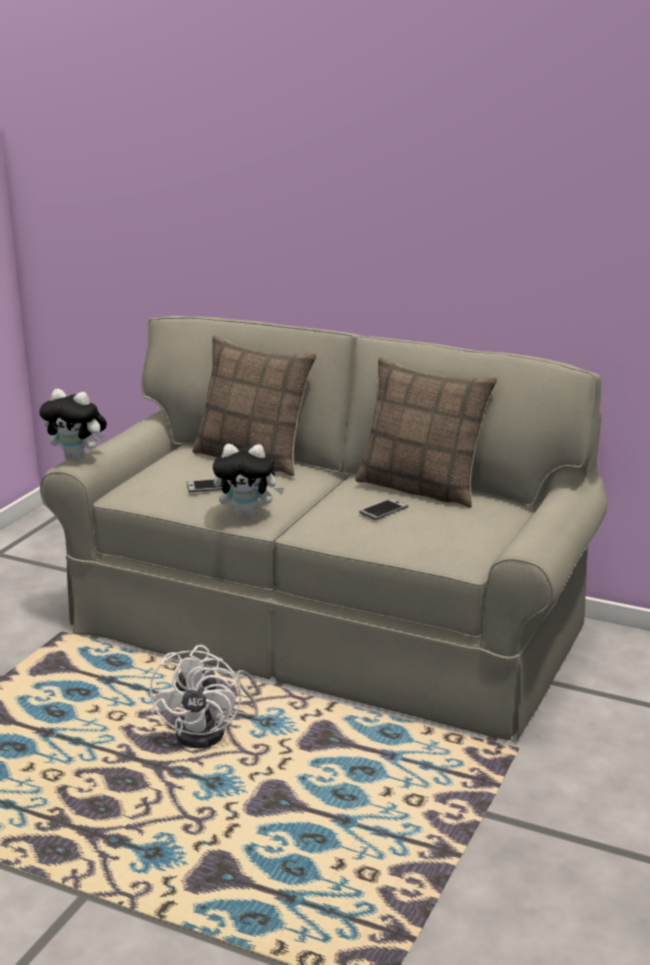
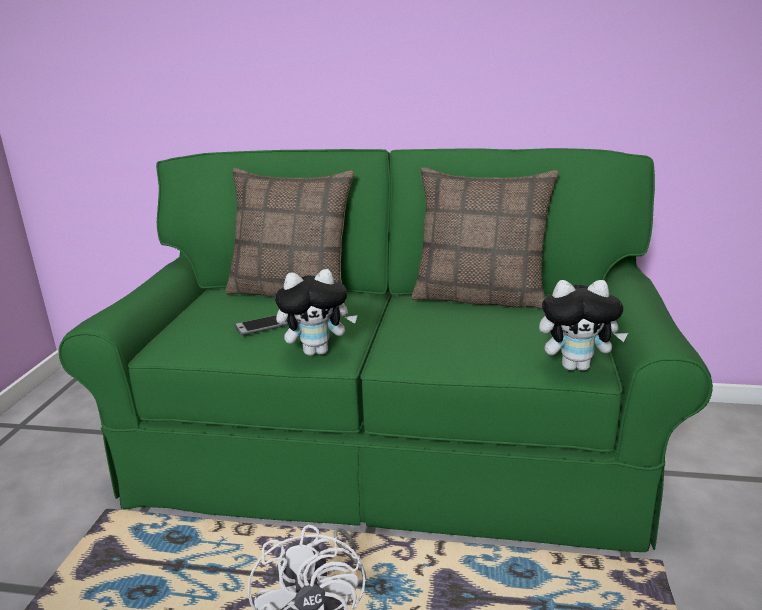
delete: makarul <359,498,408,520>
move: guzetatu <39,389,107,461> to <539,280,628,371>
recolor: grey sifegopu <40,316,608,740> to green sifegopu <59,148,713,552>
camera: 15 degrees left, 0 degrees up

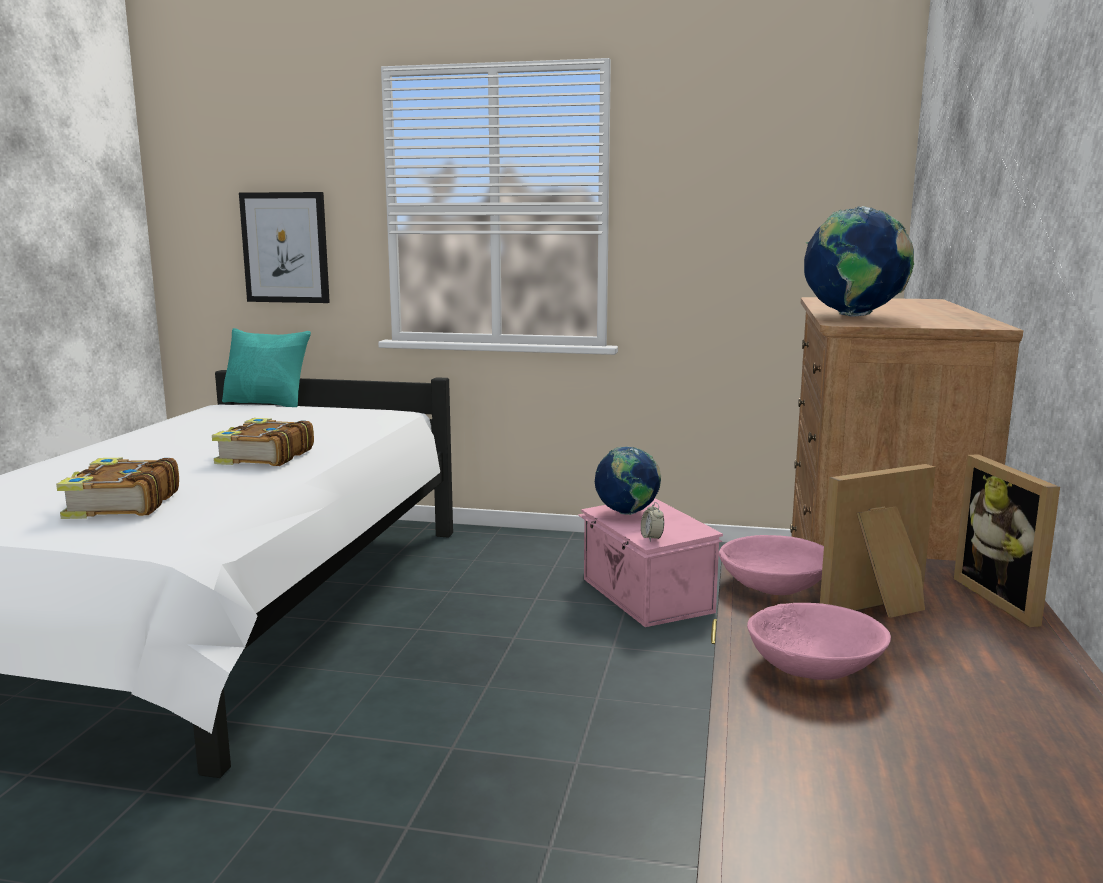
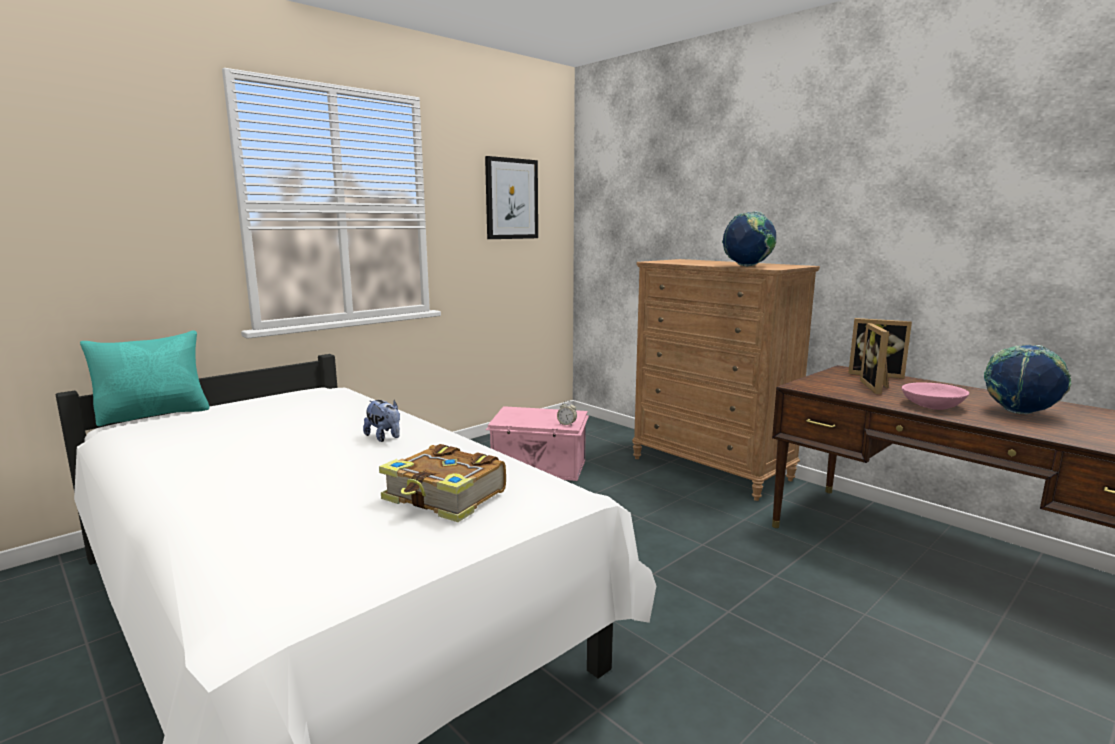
delete: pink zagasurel <718,535,824,595>
move: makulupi <239,192,330,303> to <485,156,538,239>; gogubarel <595,446,661,515> to <984,344,1071,415>
replace: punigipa <212,418,314,466> to guzetatu <363,400,400,442>
camera: 55 degrees left, 0 degrees up

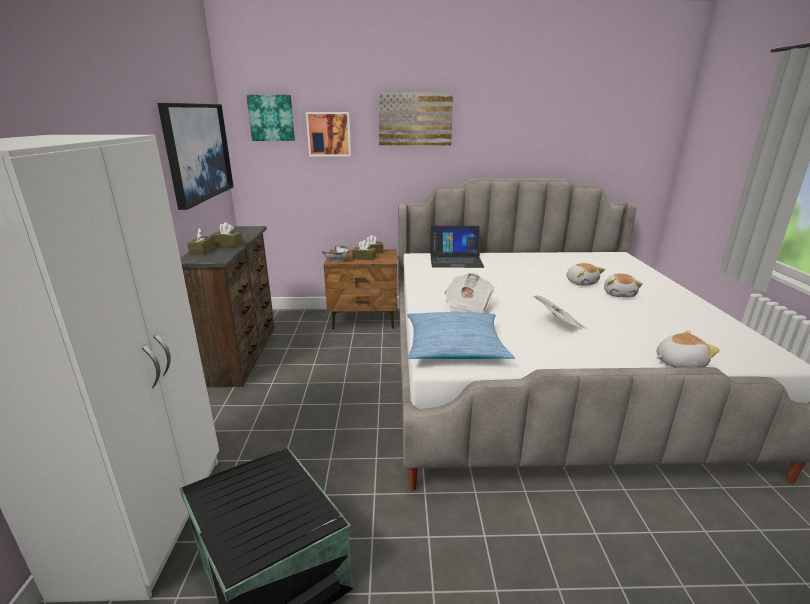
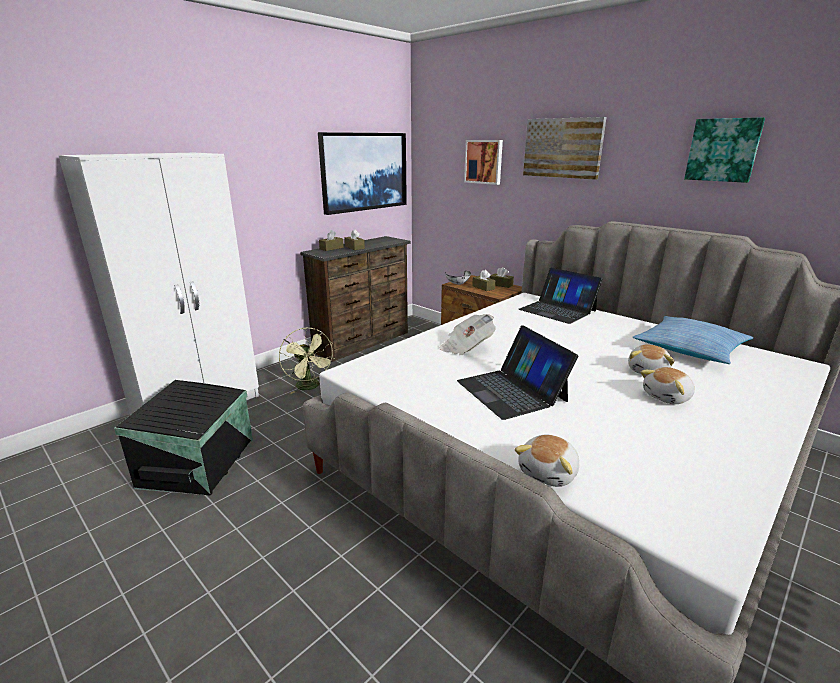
insert: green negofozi <279,328,335,394>
move: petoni <407,312,515,359> to <632,316,753,364>; makulupi <246,95,295,141> to <684,117,765,183>
replace: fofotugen <533,295,588,329> to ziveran <457,325,578,420>
rotate: guzetatu <656,330,720,367> = <514,435,579,487> 90 degrees clockwise
camera: 45 degrees right, 0 degrees up

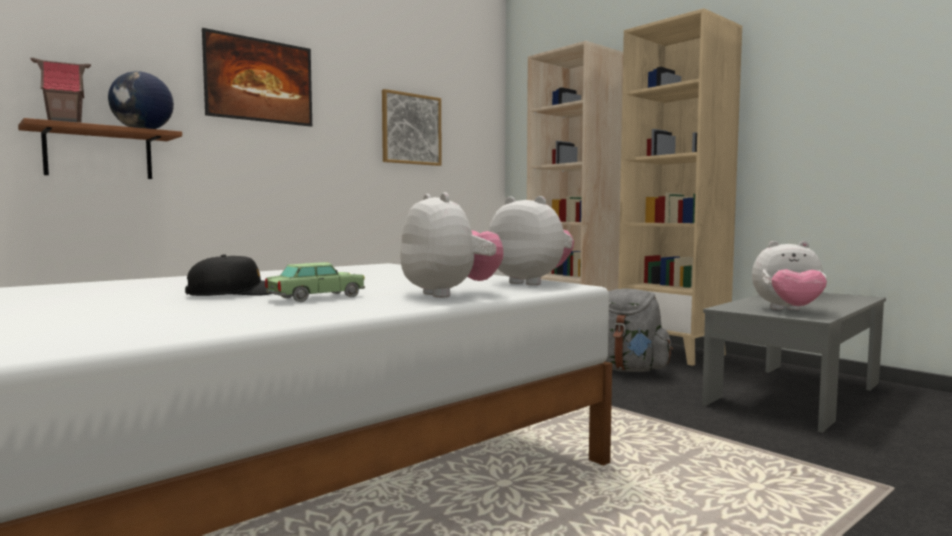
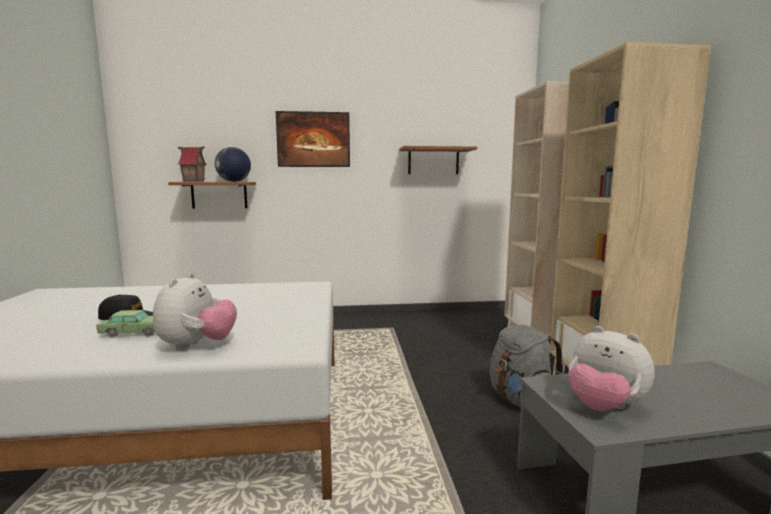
delete: guzetatu <488,196,574,285>
replace: makulupi <382,89,442,166> to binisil <399,146,477,174>
camera: 35 degrees right, 5 degrees up

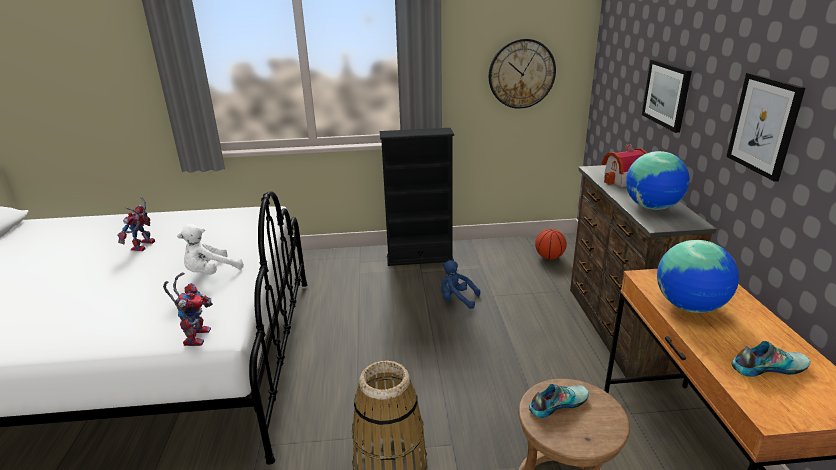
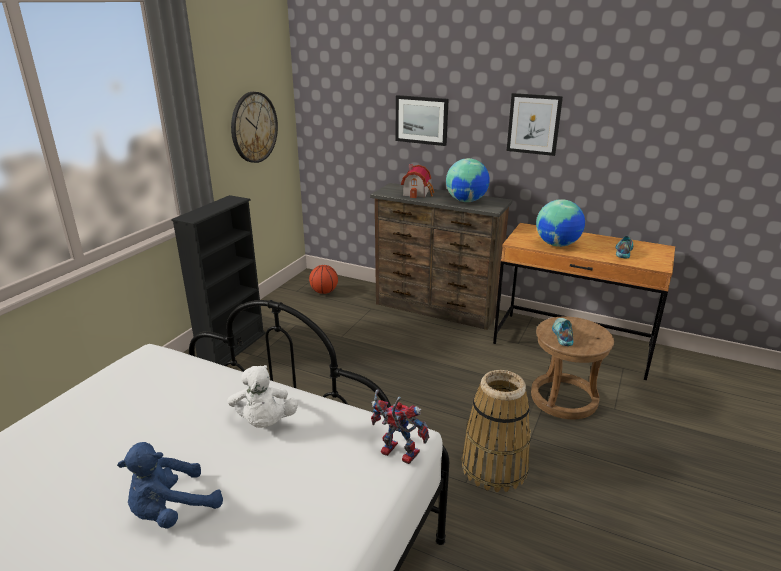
delete: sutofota <117,197,155,251>
move: blue guzetatu <441,260,480,309> to <117,442,223,529>
camera: 60 degrees left, 0 degrees up

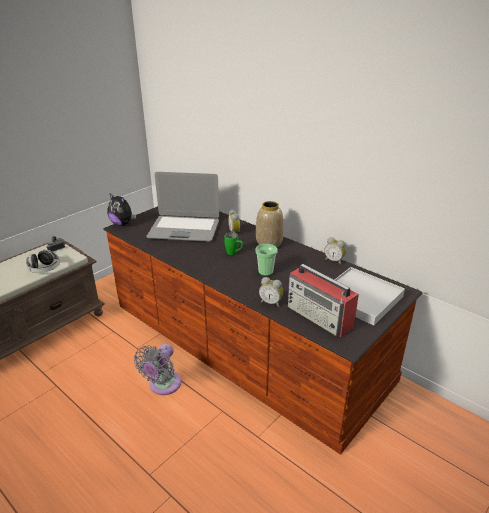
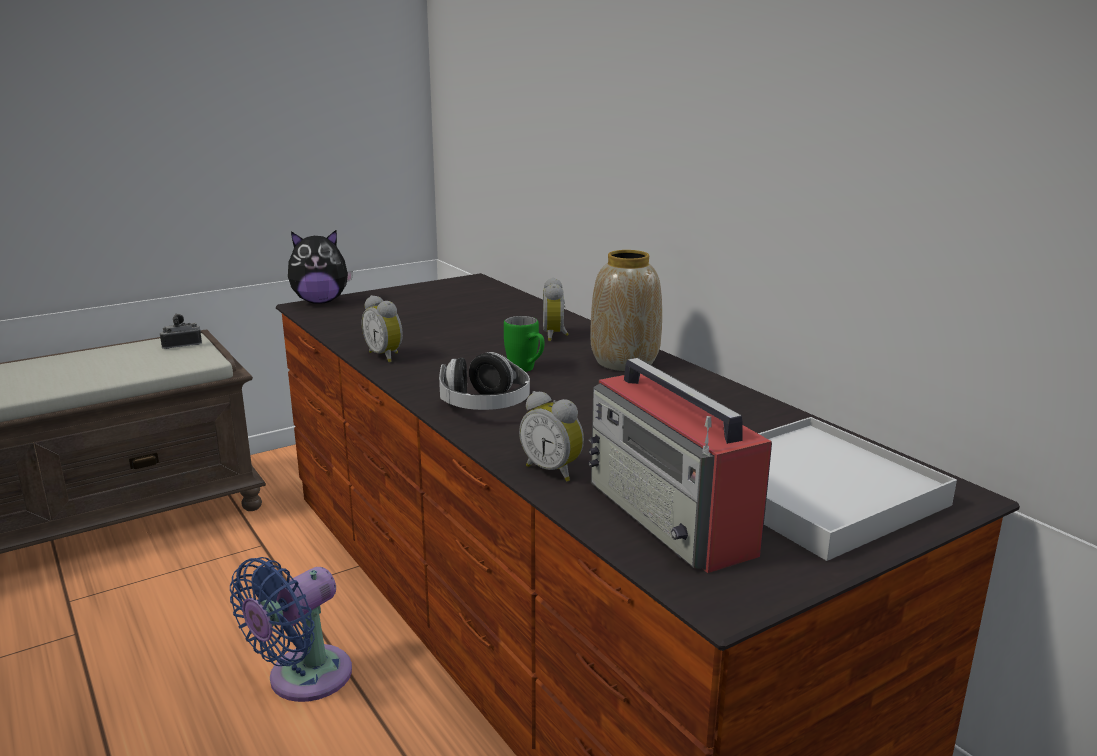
delete: ziveran <146,172,219,242>; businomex <255,244,278,276>
move: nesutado <324,237,346,265> to <362,295,403,362>; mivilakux <26,250,60,273> to <439,352,530,410>
recolor: grey negofozi <134,343,181,395> to blue negofozi <230,557,352,702>
rotate: guzetatu <107,194,136,226> = <288,230,353,304> 60 degrees counterclockwise
camera: 15 degrees right, 10 degrees down

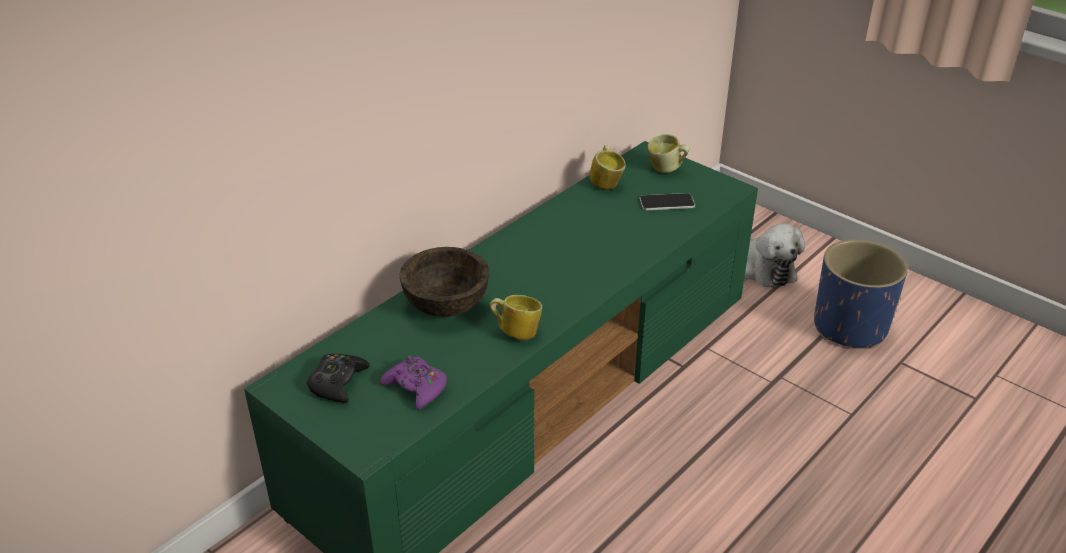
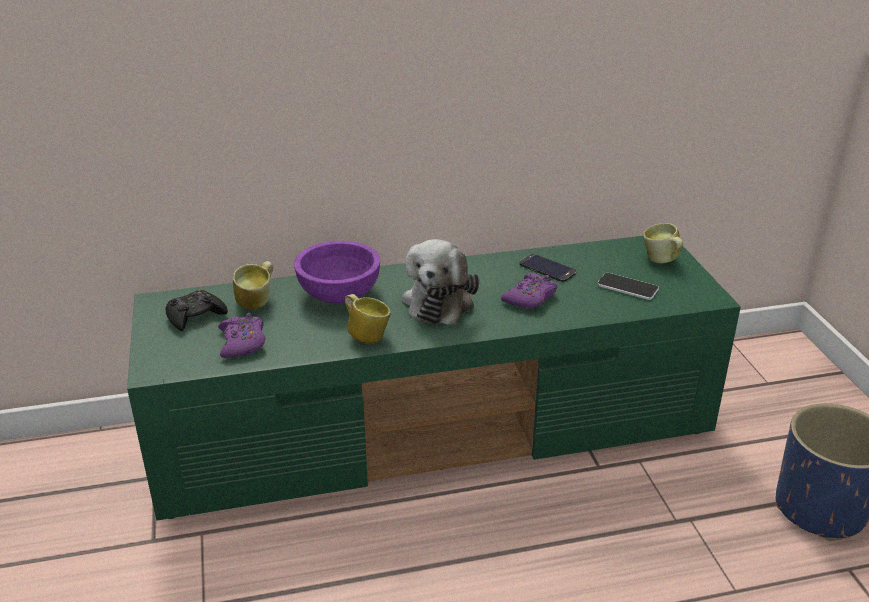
insert: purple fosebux <501,273,558,309>; makarul <519,254,576,282>
move: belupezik <589,145,626,190> to <233,261,273,309>; guzetatu <744,223,805,288> to <402,239,479,325>
recolor: brown zagasurel <400,247,489,317> to purple zagasurel <294,241,380,303>
camera: 35 degrees right, 5 degrees down

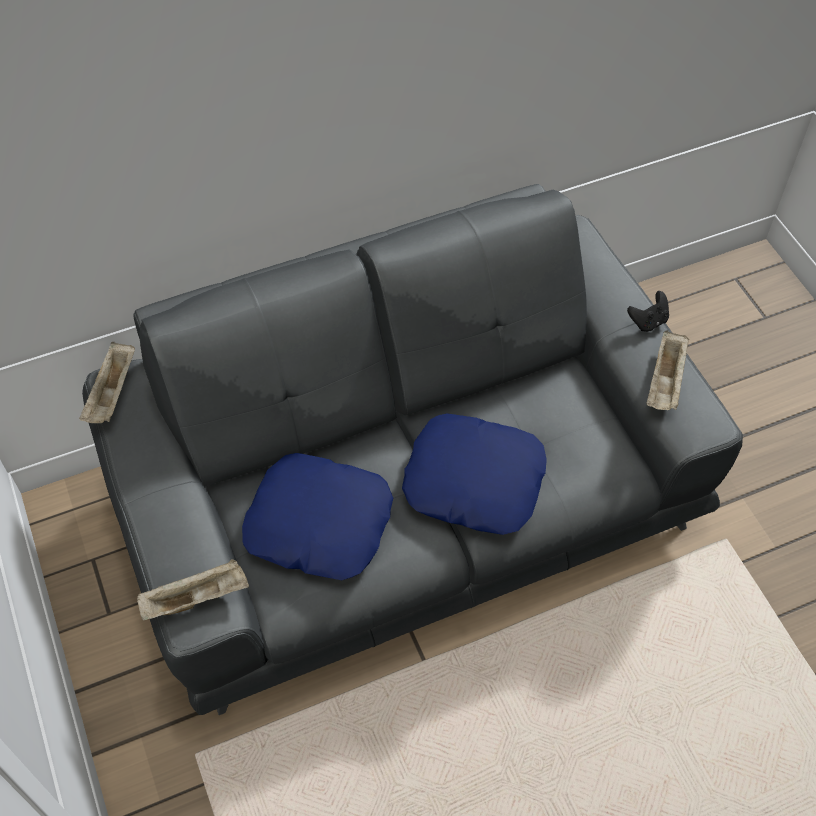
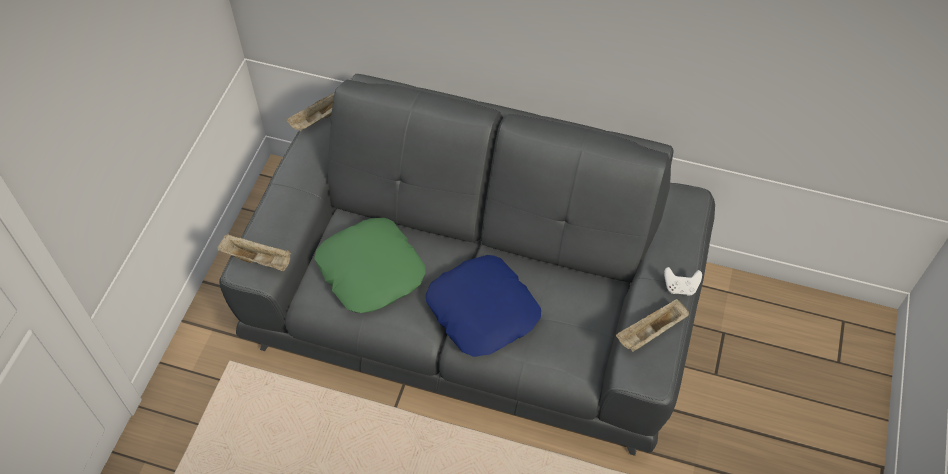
recolor: blue petoni <242,453,393,580> to green petoni <314,218,426,313>; black fosebux <627,291,669,332> to white fosebux <664,267,702,296>
camera: 40 degrees right, 0 degrees up

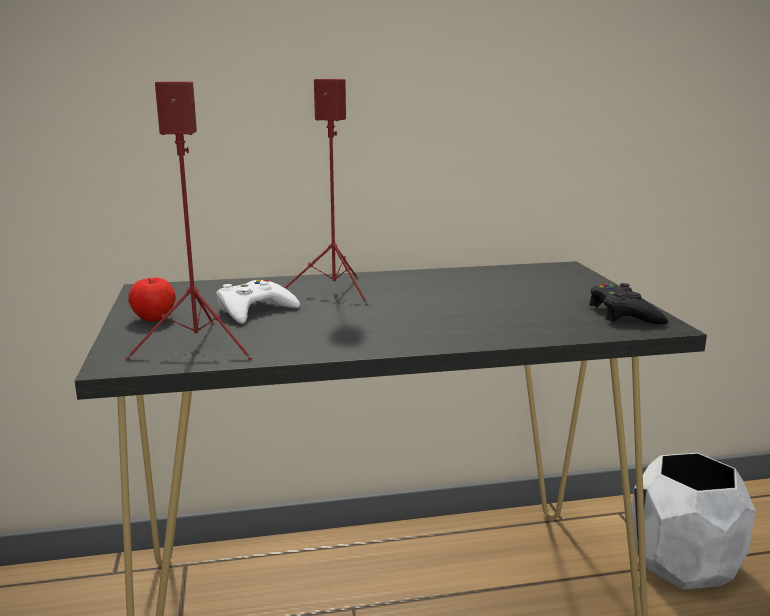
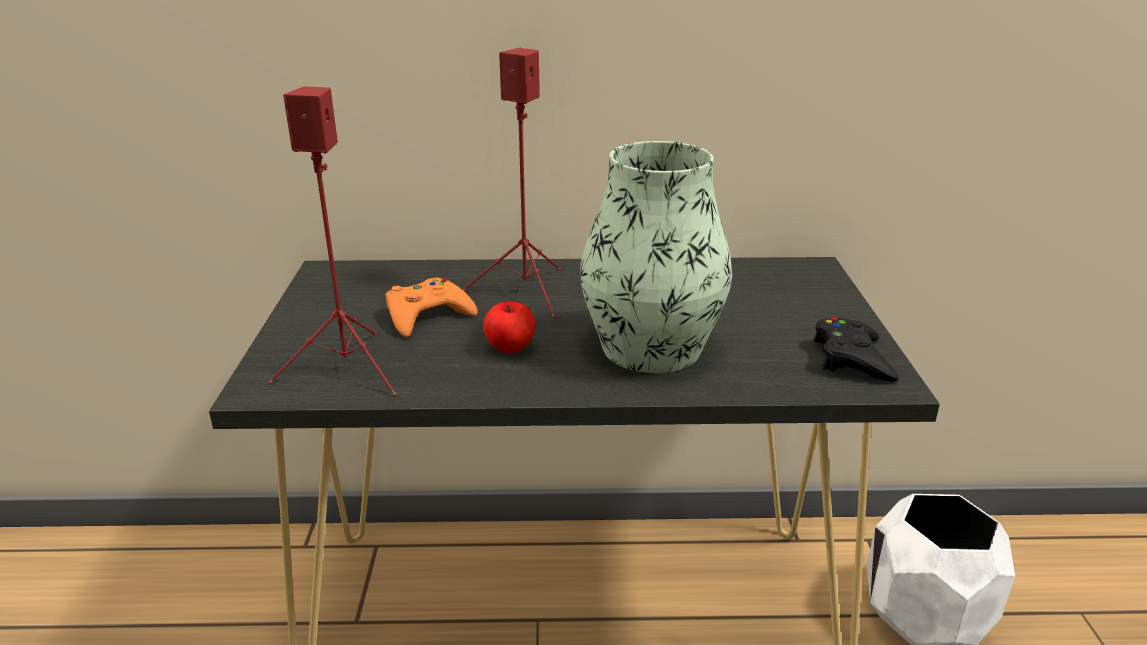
insert: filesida <580,141,732,373>
move: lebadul <128,277,176,322> to <483,302,536,353>
recolor: white fosebux <217,280,300,324> to orange fosebux <385,278,478,338>
camera: 10 degrees right, 10 degrees up

